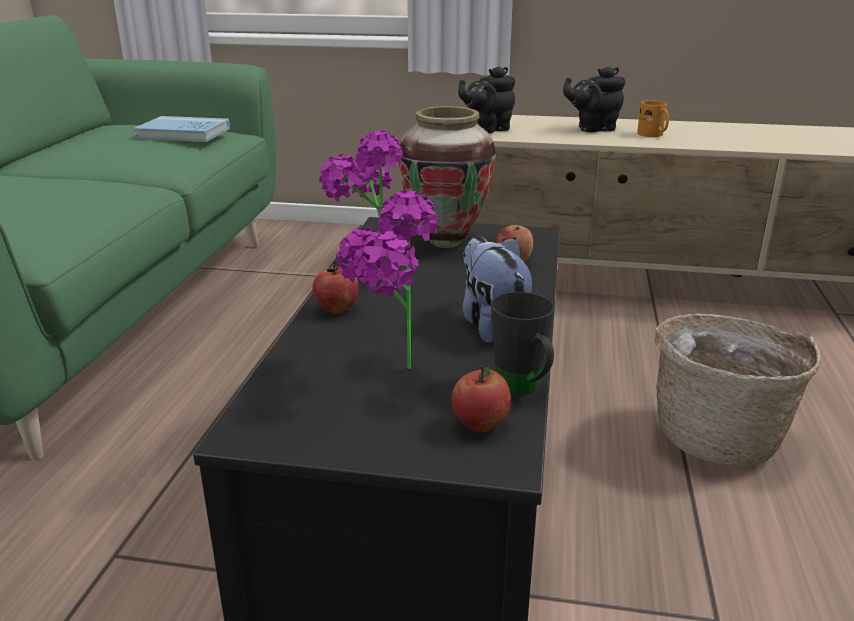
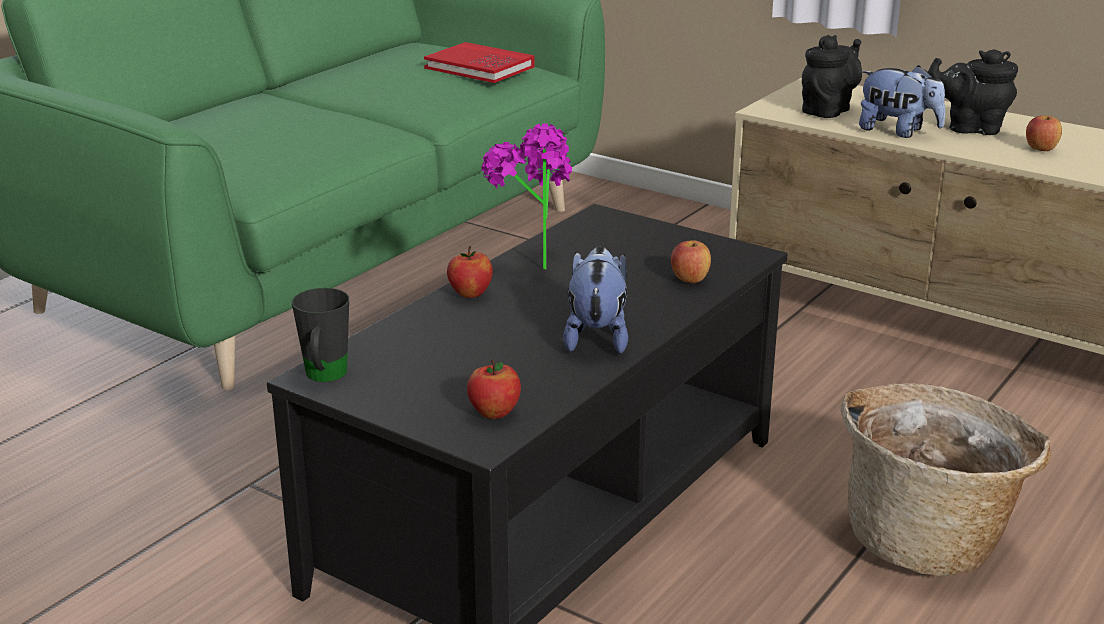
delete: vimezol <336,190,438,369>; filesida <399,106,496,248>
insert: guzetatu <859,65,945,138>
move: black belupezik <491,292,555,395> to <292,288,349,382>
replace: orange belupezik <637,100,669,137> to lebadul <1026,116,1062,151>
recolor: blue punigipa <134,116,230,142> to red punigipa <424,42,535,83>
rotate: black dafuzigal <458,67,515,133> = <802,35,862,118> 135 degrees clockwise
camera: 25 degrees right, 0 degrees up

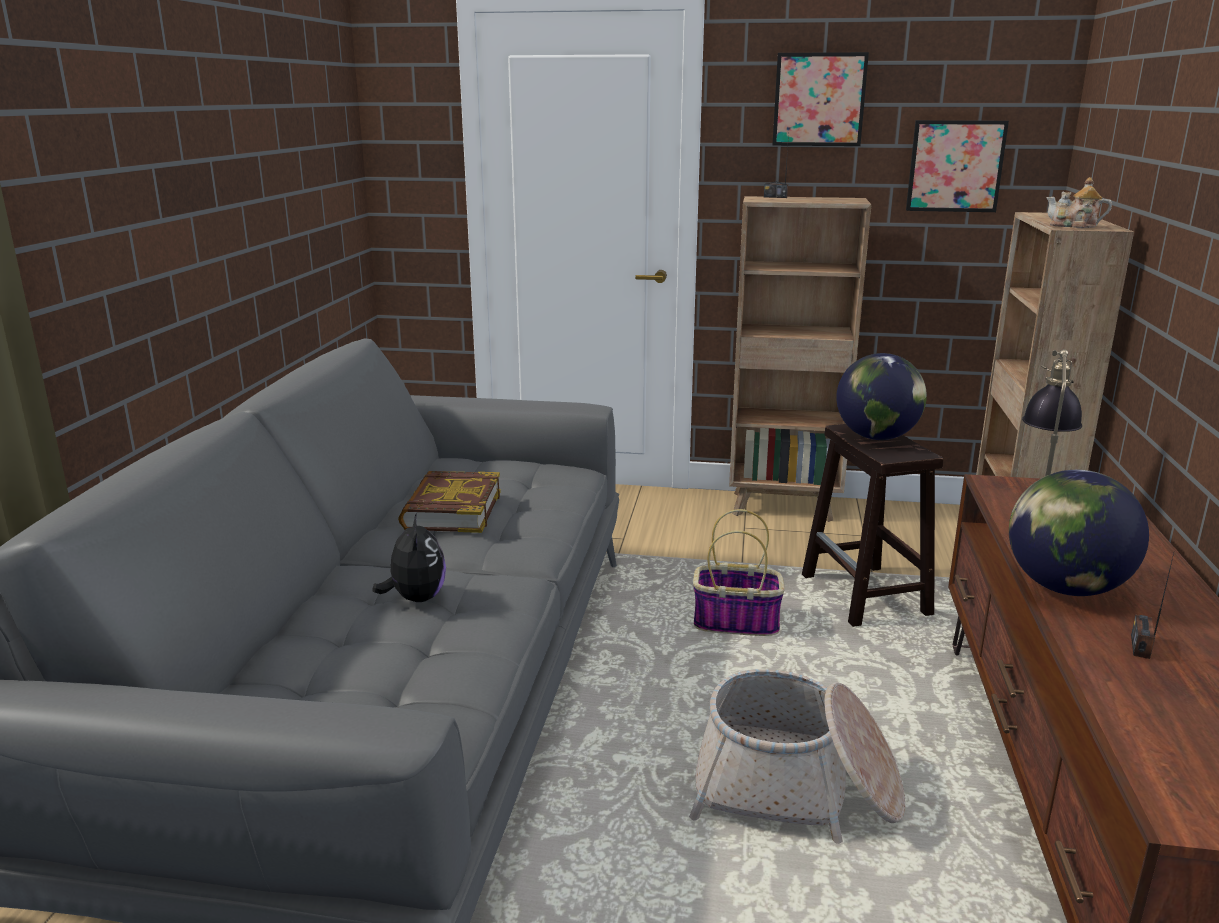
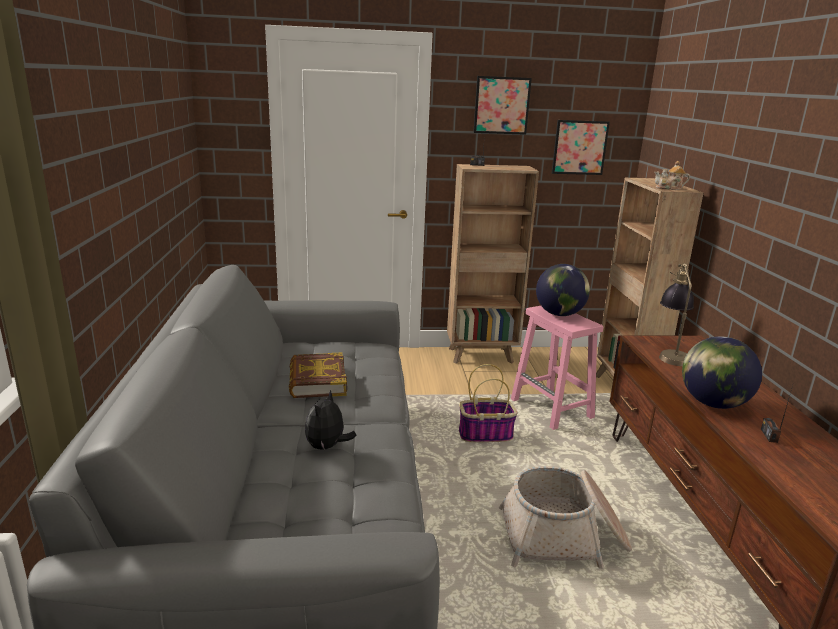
recolor: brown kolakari <802,424,943,627> to pink kolakari <511,306,603,430>
rotate: guzetatu <373,513,446,602> = <305,390,357,450> 135 degrees counterclockwise
camera: 15 degrees left, 0 degrees up

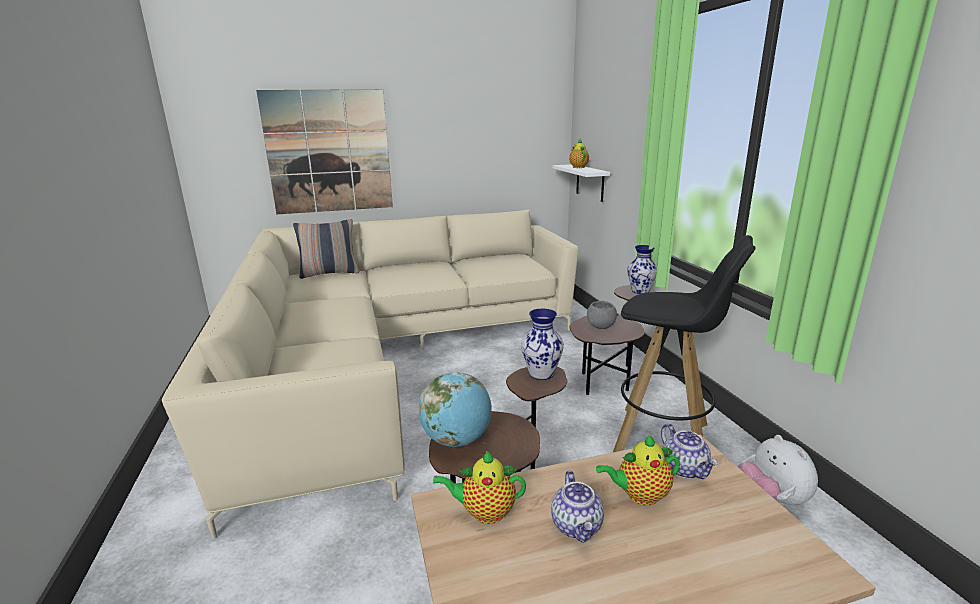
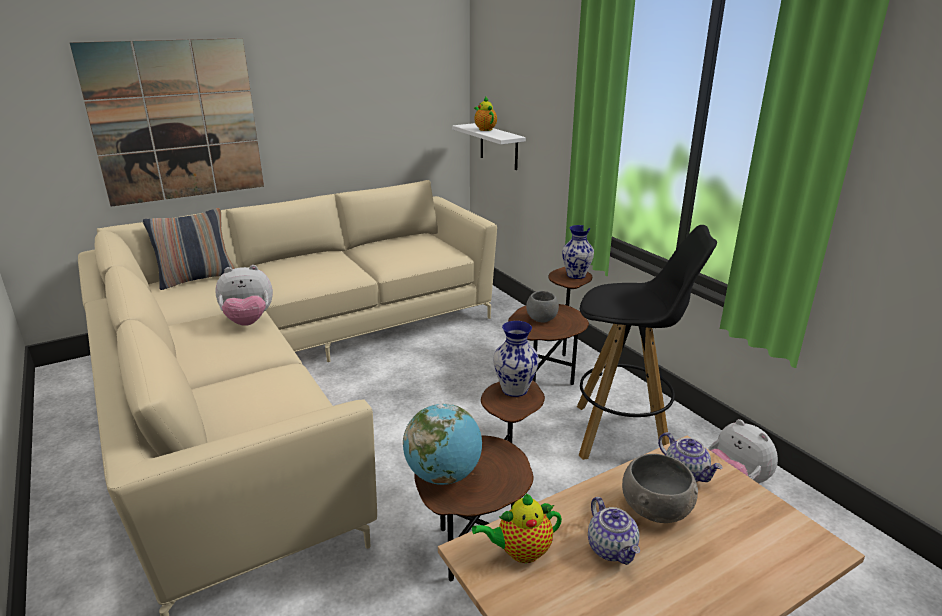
insert: guzetatu <215,265,273,326>
replace: dafuzigal <596,435,680,506> to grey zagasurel <622,454,698,523>
camera: 15 degrees left, 5 degrees up

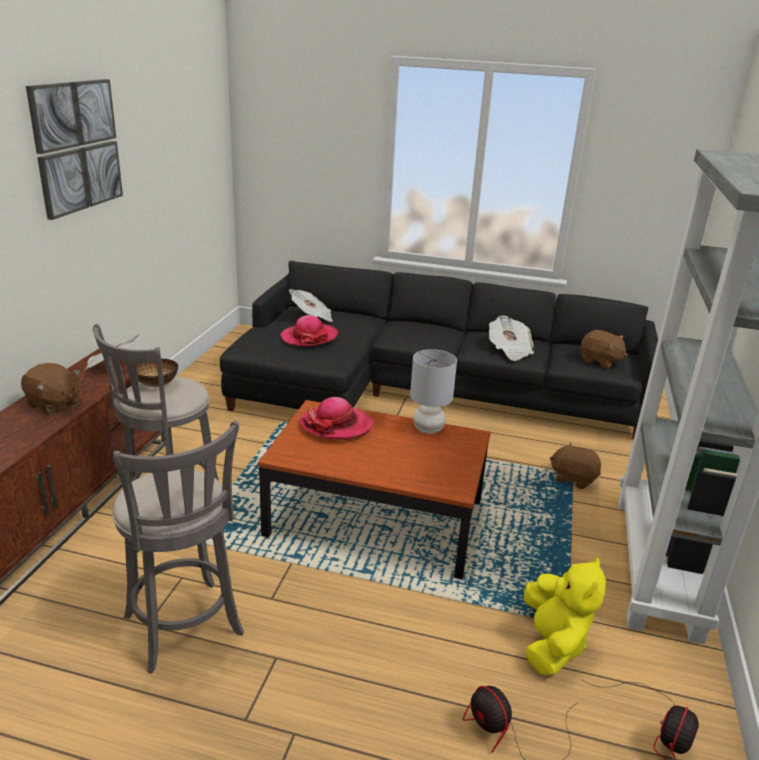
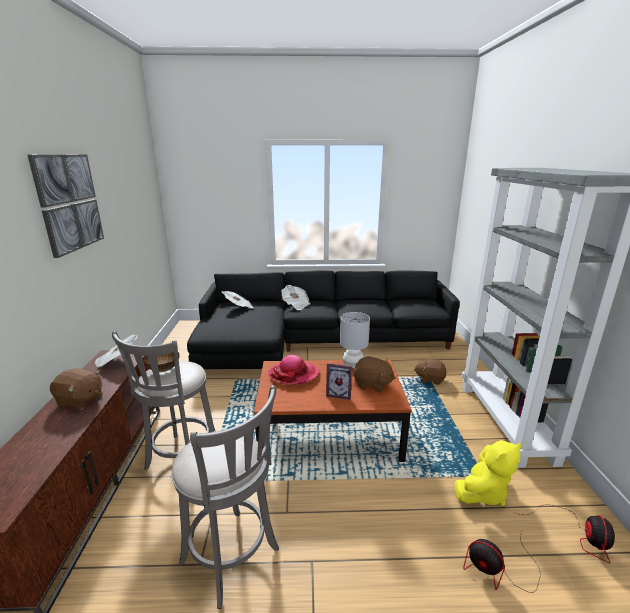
delete: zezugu <280,315,338,347>
insert: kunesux <326,363,352,400>
move: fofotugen <489,316,534,361> to <281,285,310,310>; brown guzetatu <580,330,627,368> to <354,356,396,392>
rotate: yellow guzetatu <524,557,606,675> = <455,440,521,506> 60 degrees clockwise
camera: 15 degrees left, 5 degrees down

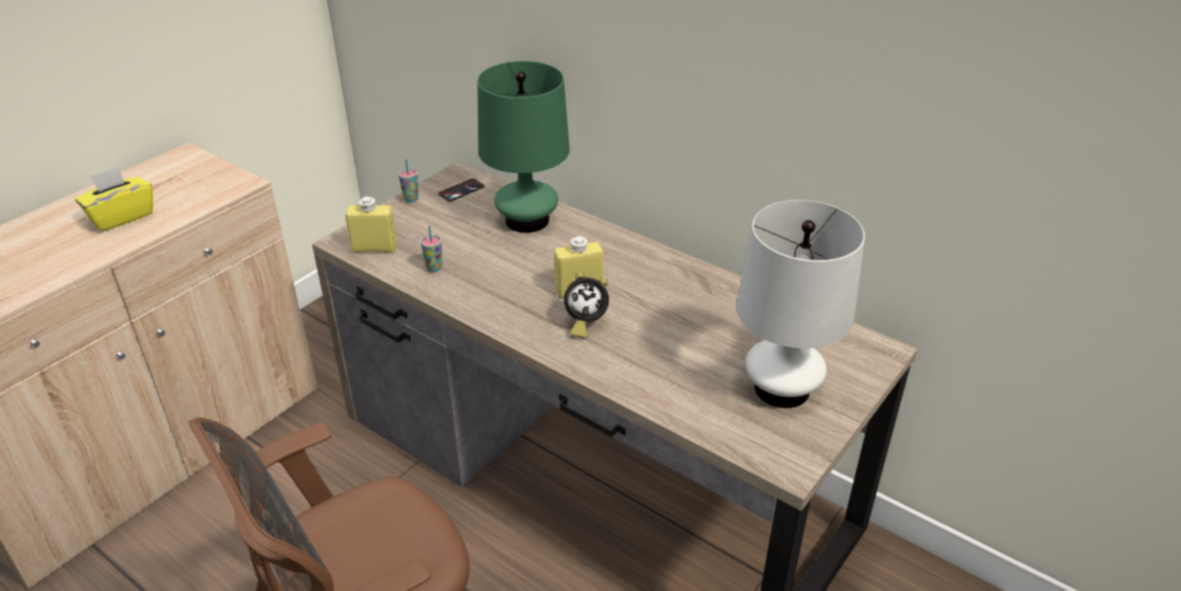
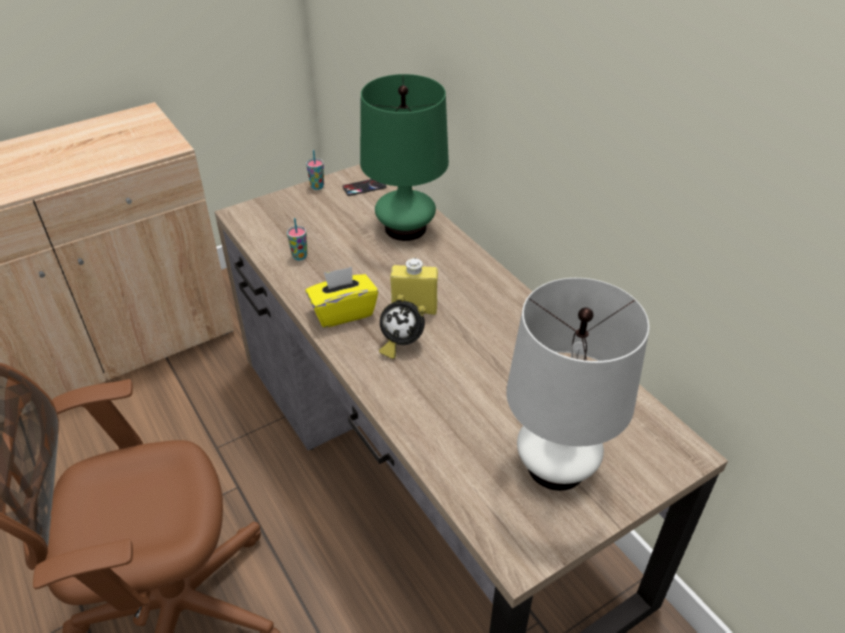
delete: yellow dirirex <345,197,397,253>
move: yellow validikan <75,166,153,232> to <305,267,378,328>
camera: 20 degrees right, 5 degrees up

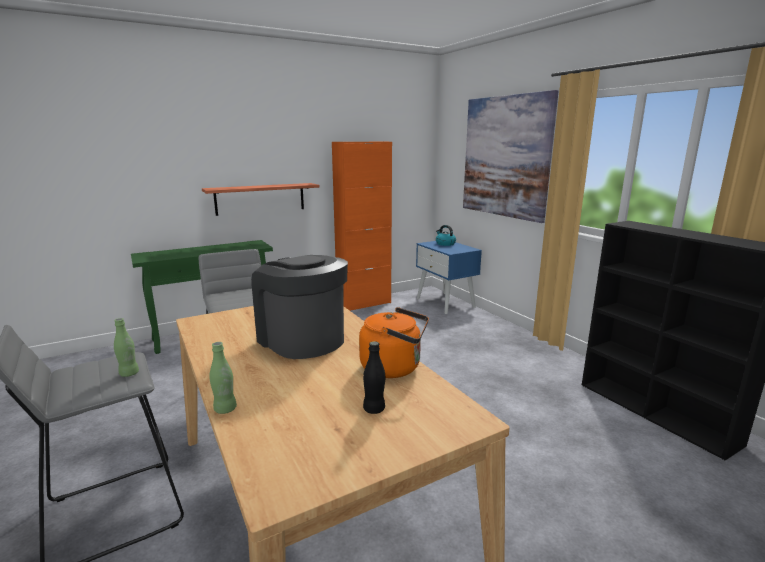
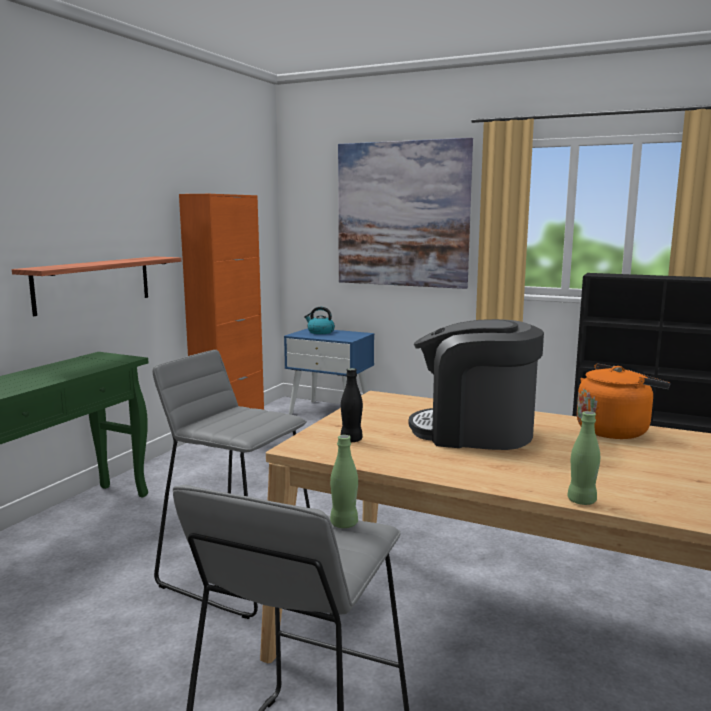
move: black dirirex <363,341,385,414> to <341,368,363,442>
camera: 35 degrees left, 5 degrees down

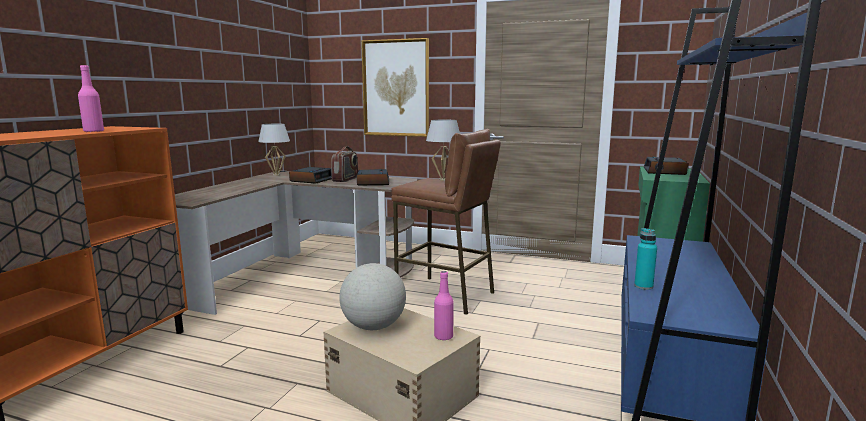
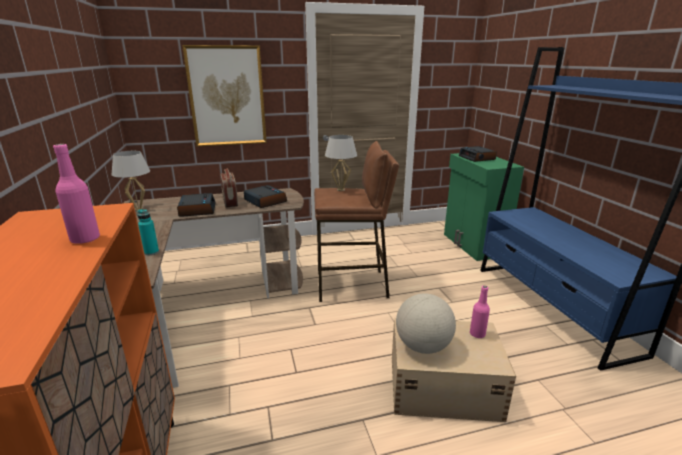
move: turquoise dirirex <634,228,657,290> to <137,209,159,255>
camera: 35 degrees left, 10 degrees up

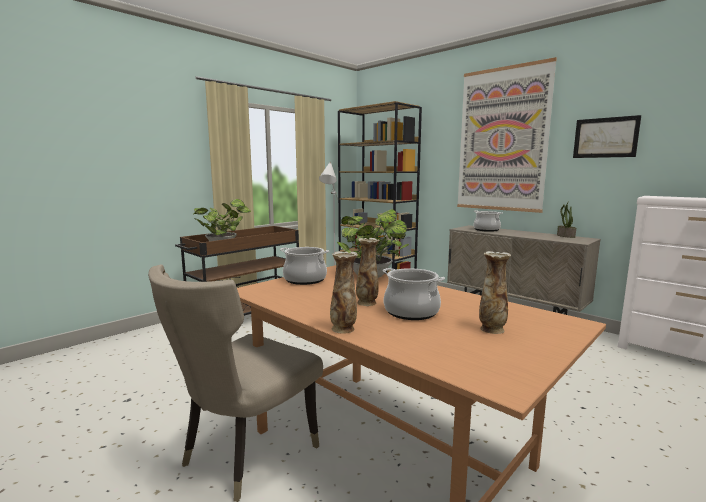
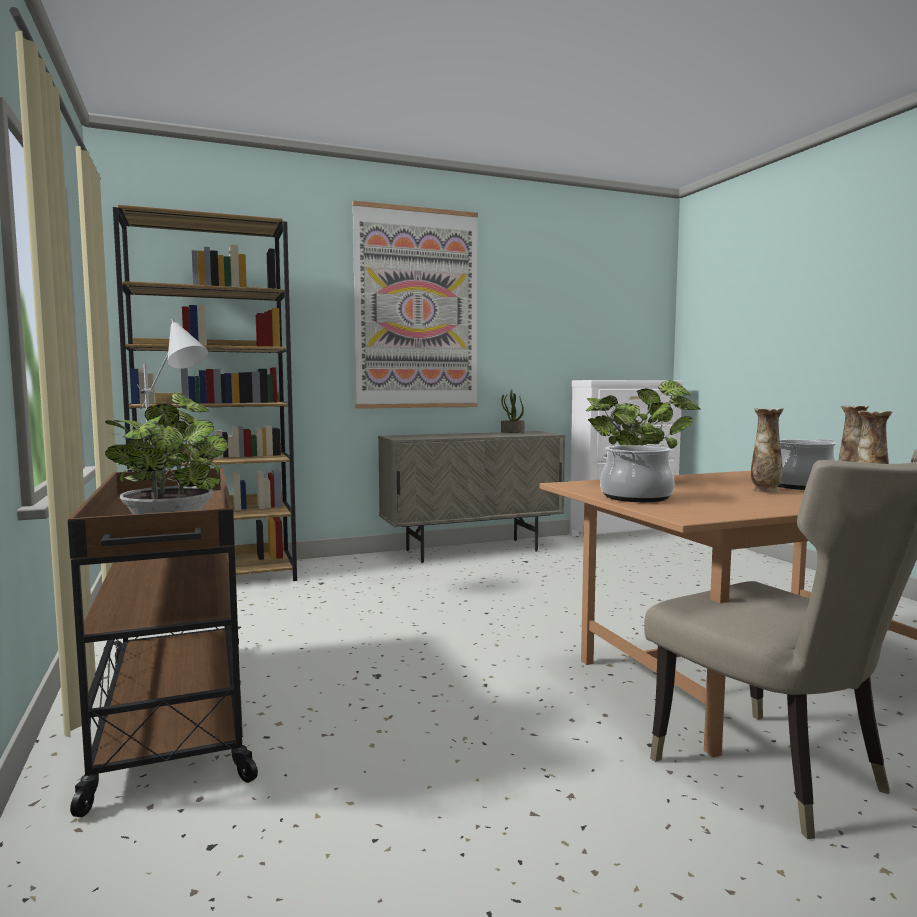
delete: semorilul <474,211,503,232>; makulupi <573,115,641,158>
camera: 65 degrees left, 5 degrees down

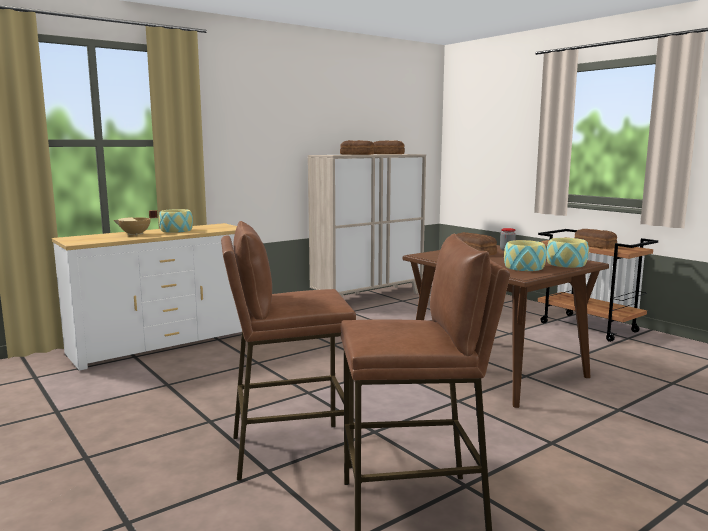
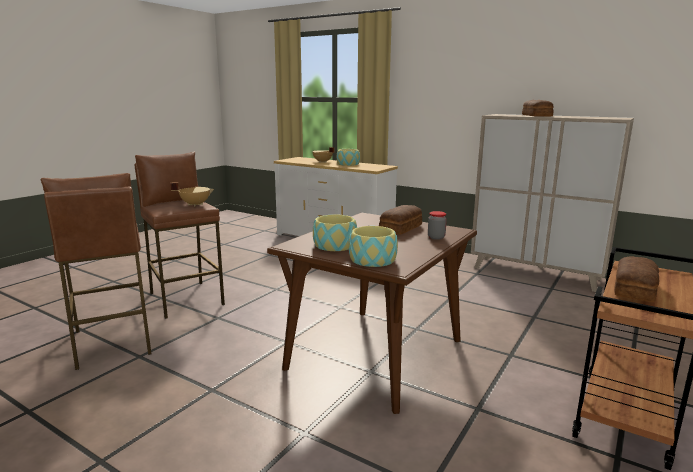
delete: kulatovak <374,140,405,154>
insert: beige semorilul <170,182,214,206>
camera: 70 degrees right, 5 degrees up

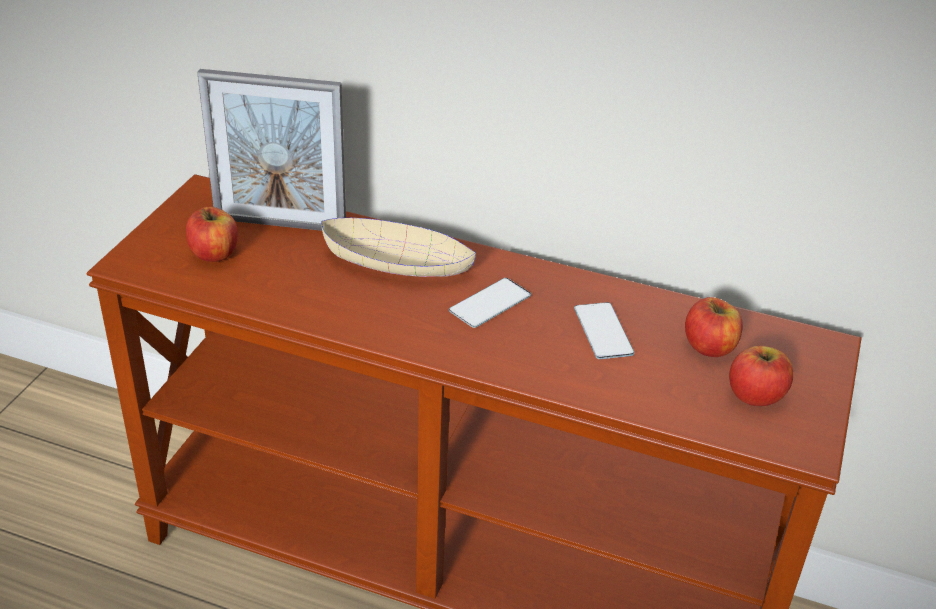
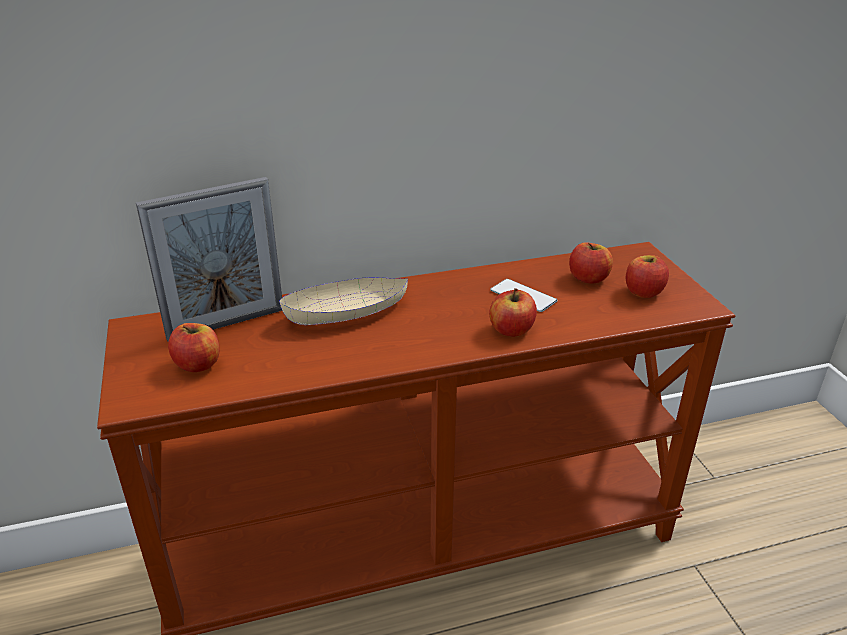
delete: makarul <449,278,531,328>
insert: lebadul <489,288,537,337>
camera: 35 degrees left, 5 degrees down

